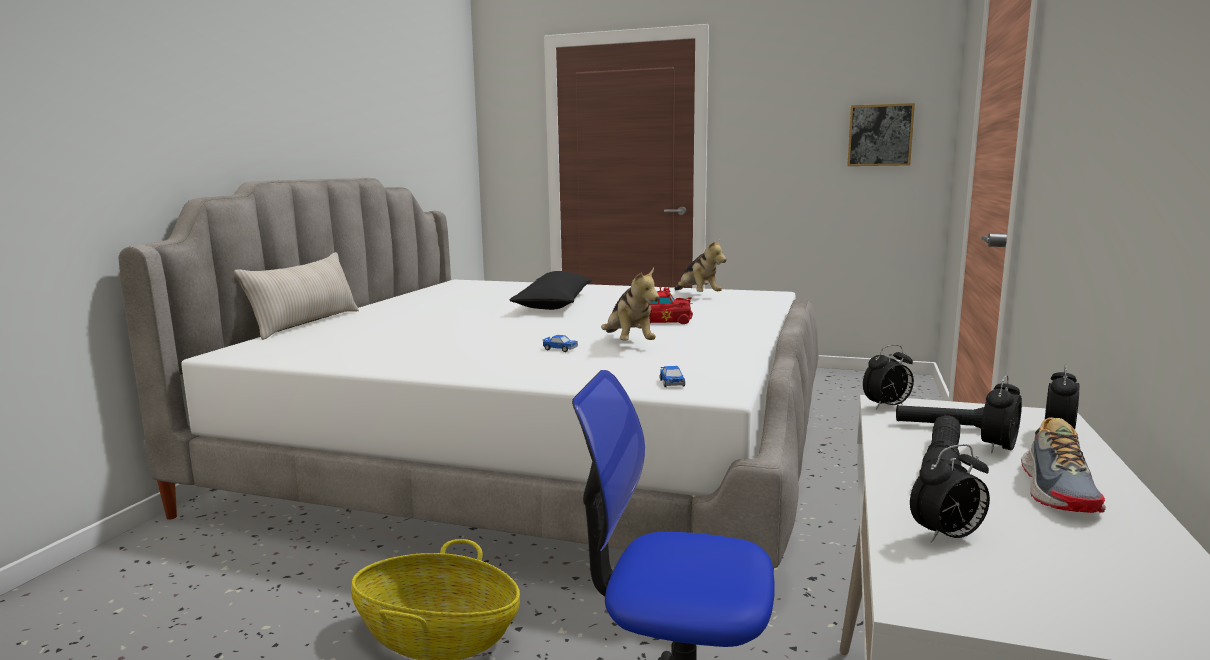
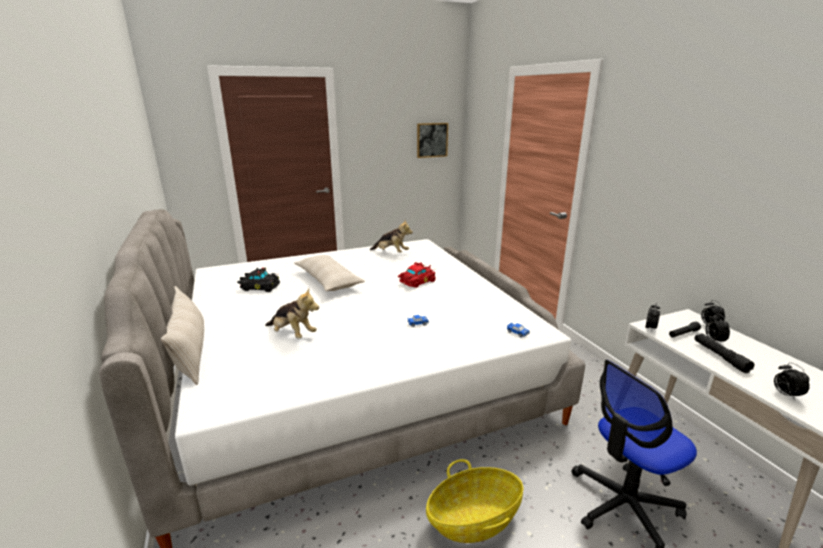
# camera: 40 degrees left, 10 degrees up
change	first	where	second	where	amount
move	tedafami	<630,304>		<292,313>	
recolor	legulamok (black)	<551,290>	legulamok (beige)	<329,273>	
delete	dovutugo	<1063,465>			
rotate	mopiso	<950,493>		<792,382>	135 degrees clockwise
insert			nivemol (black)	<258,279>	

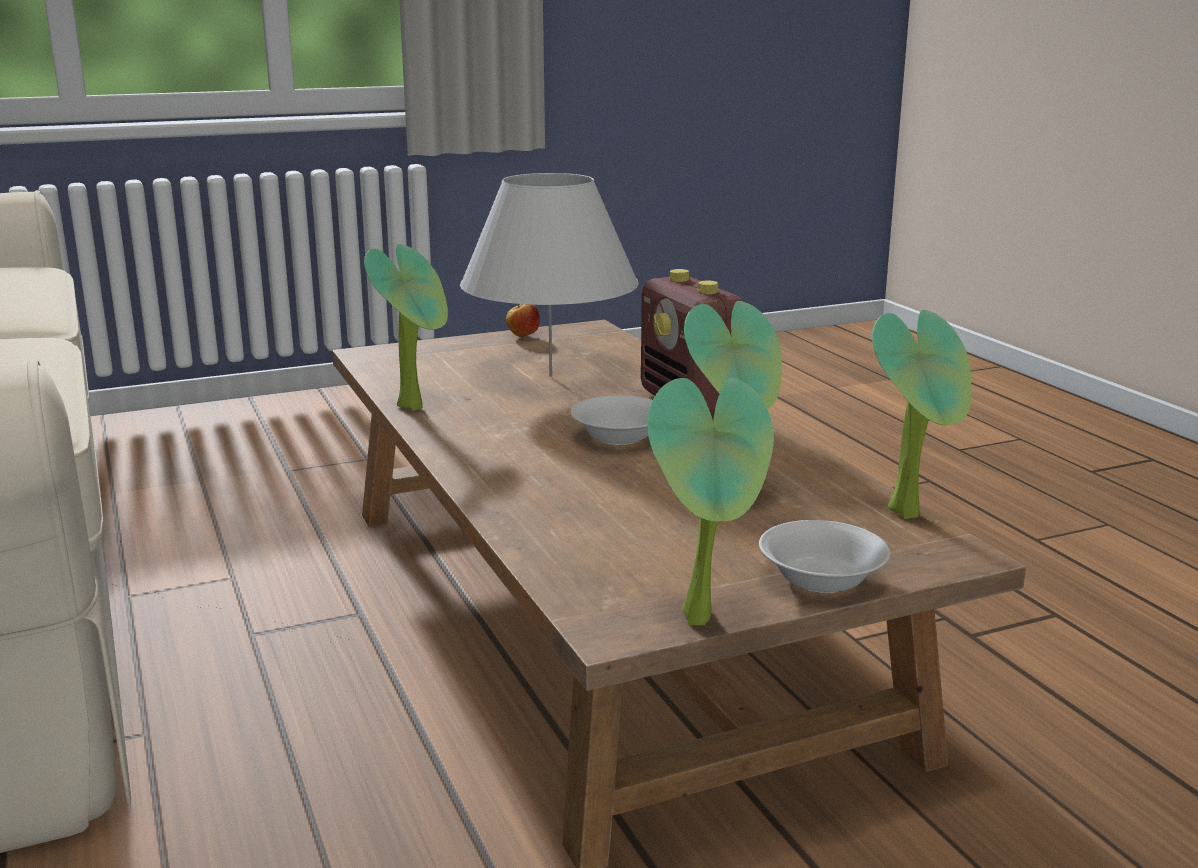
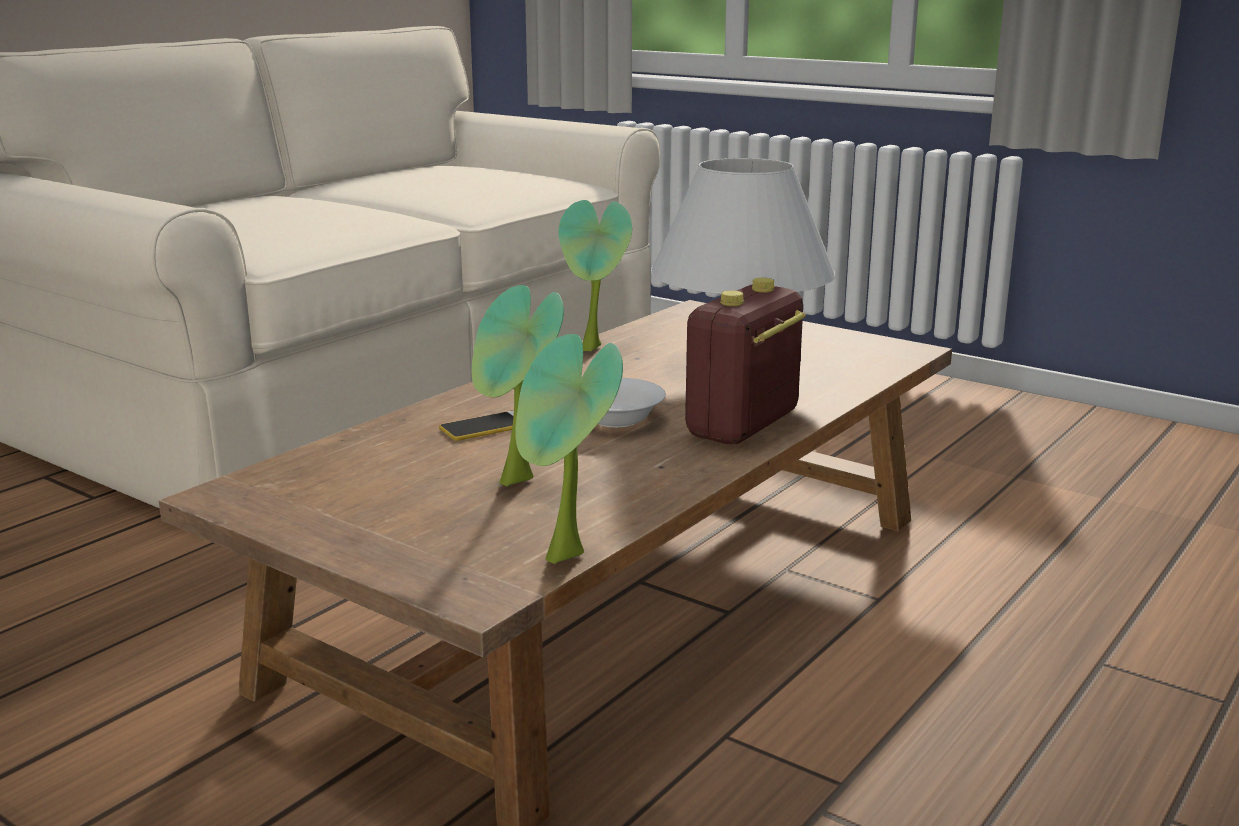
# camera: 60 degrees right, 0 degrees up
change	first	where	second	where	amount
delete	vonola	<523,320>			
delete	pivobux	<711,501>			
delete	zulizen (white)	<824,556>			
insert			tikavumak	<476,426>	

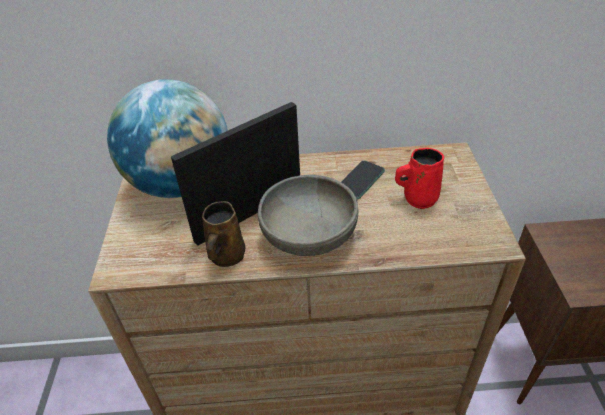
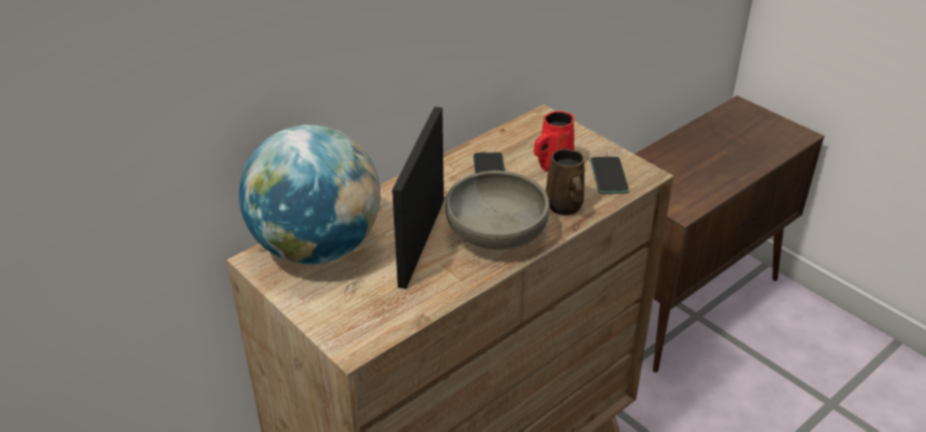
# camera: 40 degrees left, 5 degrees down
change	first	where	second	where	amount
move	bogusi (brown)	<223,234>		<565,181>	
insert			tikavumak	<609,175>	

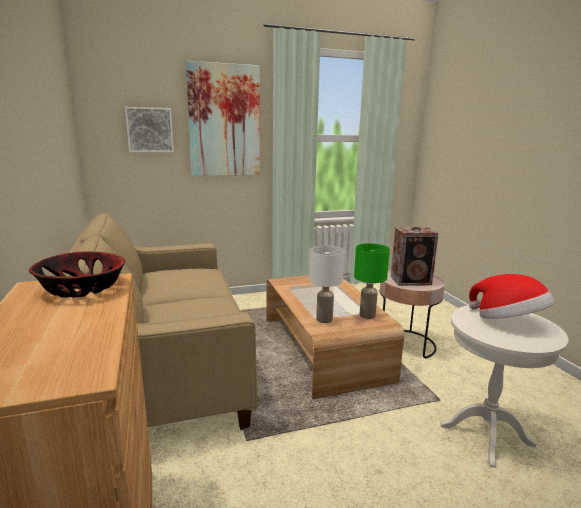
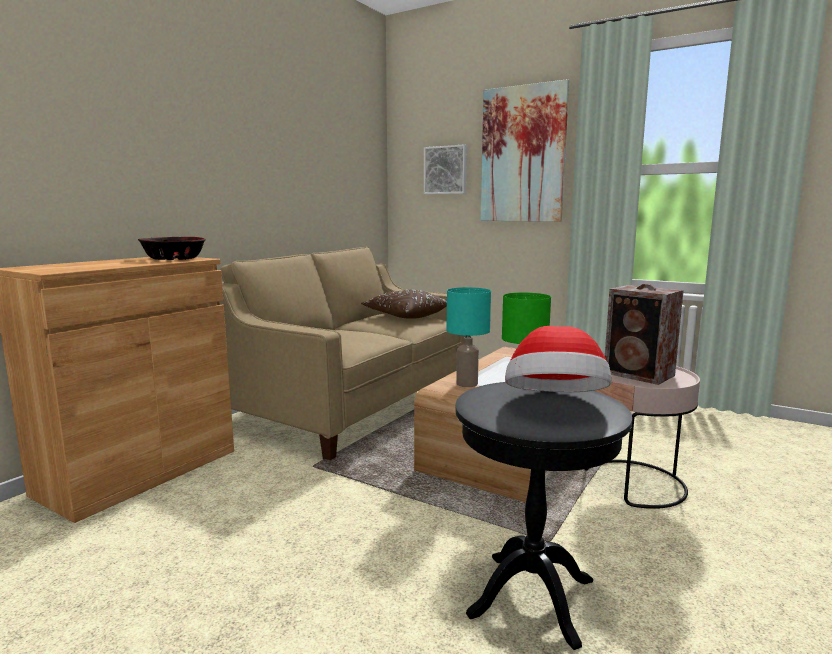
# camera: 50 degrees right, 5 degrees down
change	first	where	second	where	amount
recolor	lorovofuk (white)	<327,284>	lorovofuk (turquoise)	<469,337>	
recolor	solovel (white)	<505,386>	solovel (black)	<543,516>	
insert			legulamok (brown)	<404,304>	

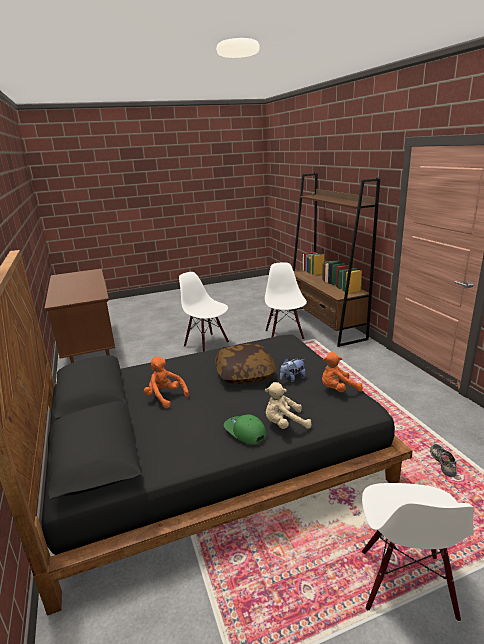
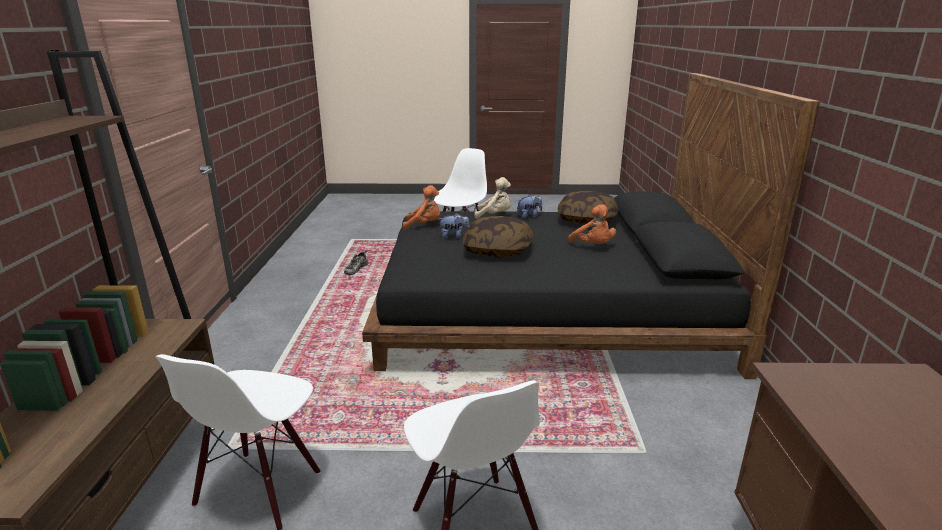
# camera: 160 degrees left, 0 degrees up
change	first	where	second	where	amount
replace	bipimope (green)	<245,429>	tedafami	<529,206>	
insert			legulamok	<588,208>	

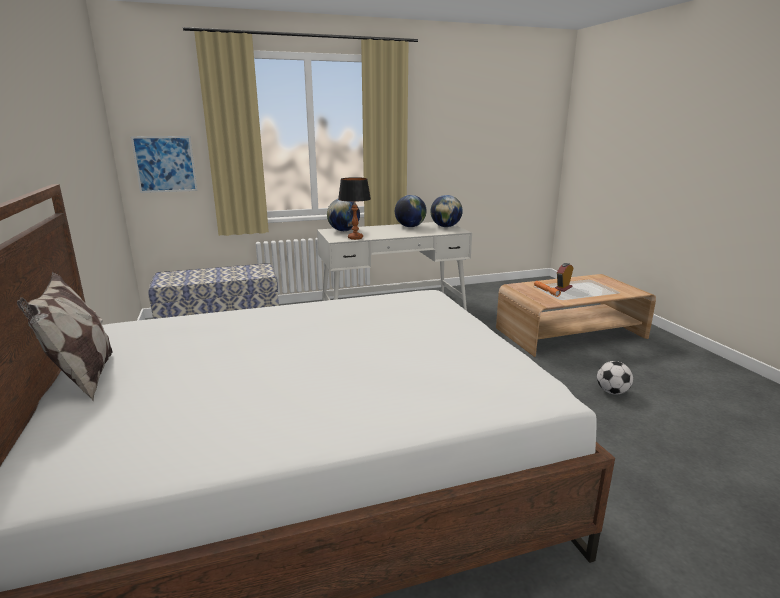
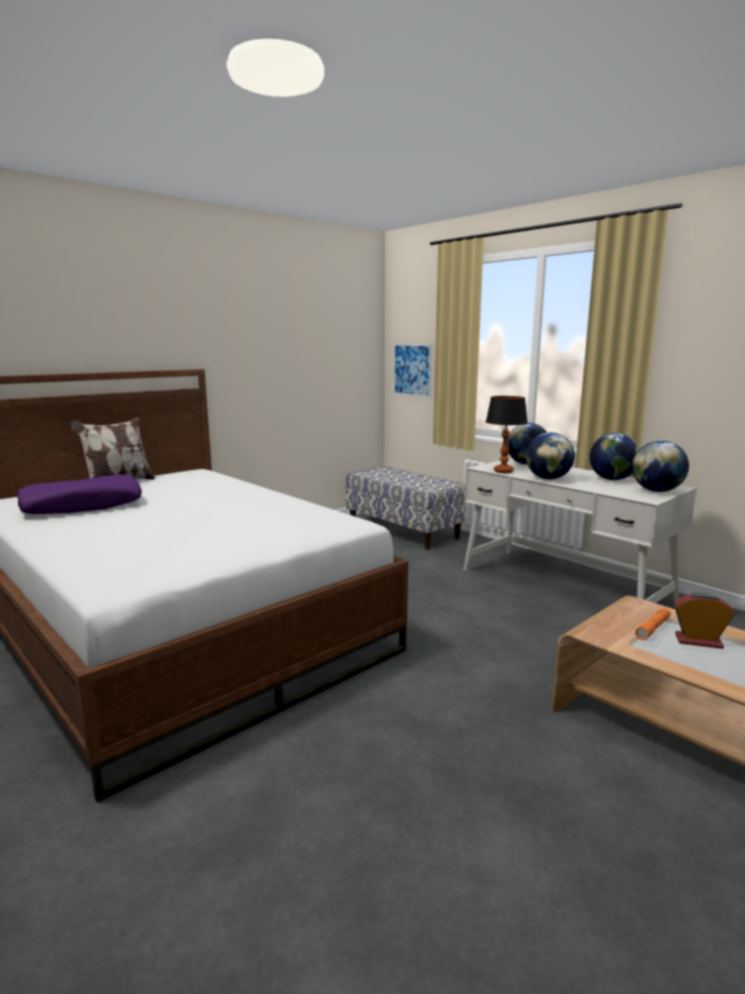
# camera: 65 degrees right, 5 degrees down
change	first	where	second	where	amount
delete	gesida	<615,378>			
insert			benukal	<550,455>	
insert			legulamok (purple)	<79,494>	

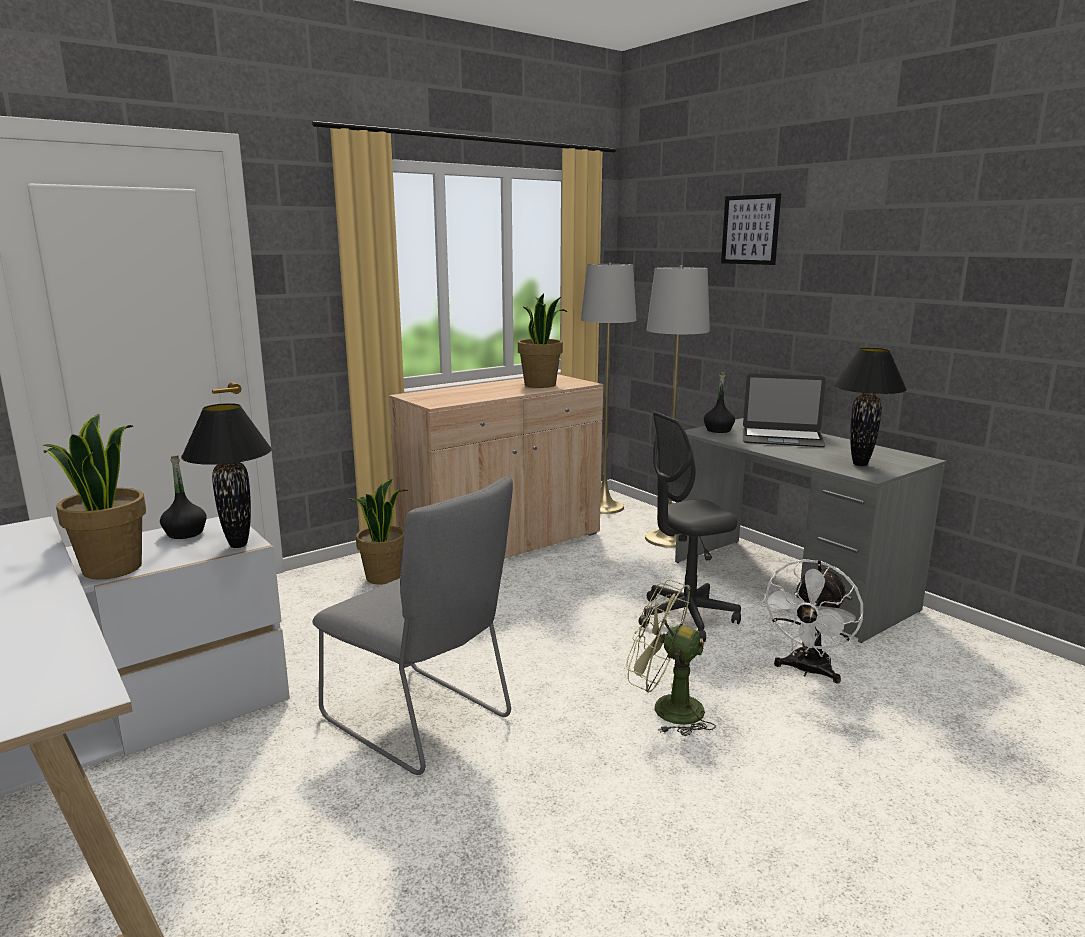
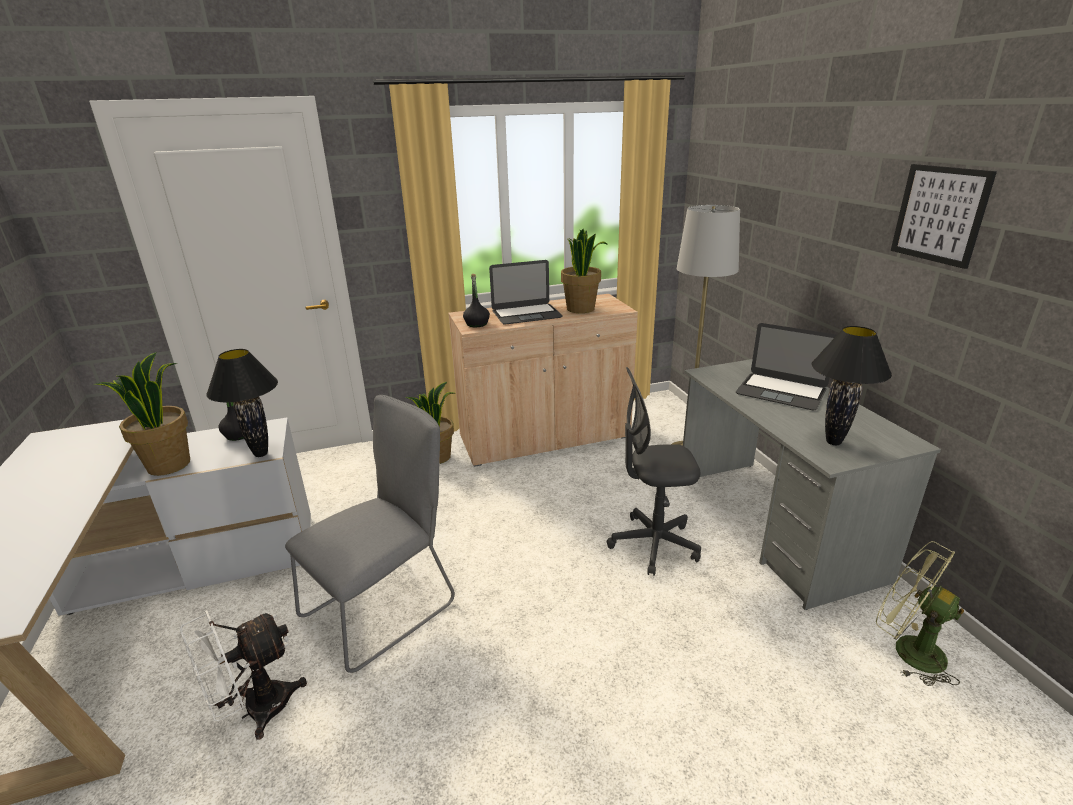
# camera: 20 degrees right, 10 degrees up
change	first	where	second	where	amount
move	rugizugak	<751,229>		<944,216>	
delete	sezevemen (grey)	<609,388>			
move	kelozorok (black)	<719,402>		<476,300>	
rotate	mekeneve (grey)	<412,626>		<370,534>	105 degrees counterclockwise
move	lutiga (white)	<812,621>		<243,675>	
move	lutiga (green)	<671,657>		<920,613>	
insert			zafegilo	<526,292>	

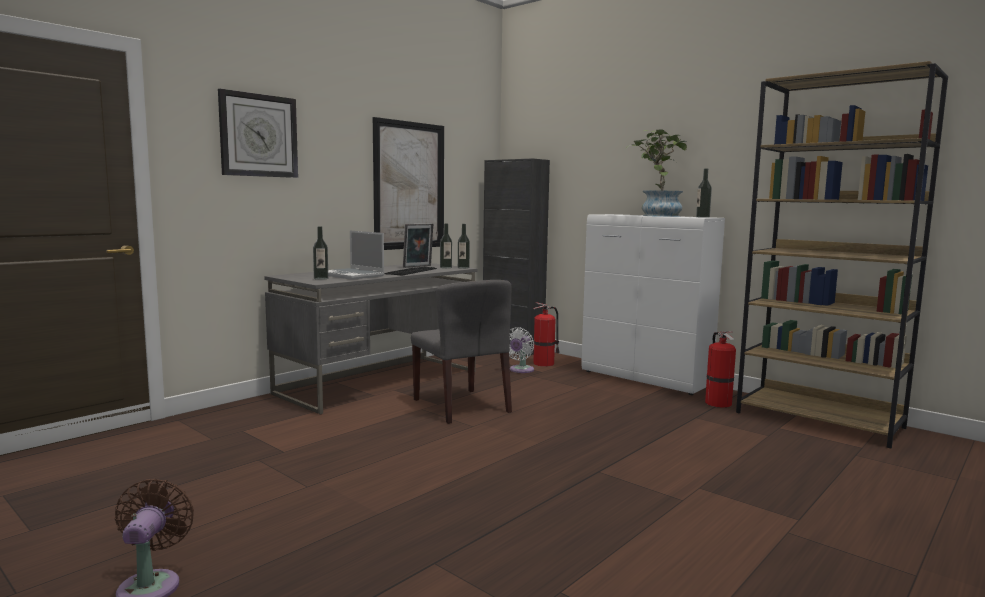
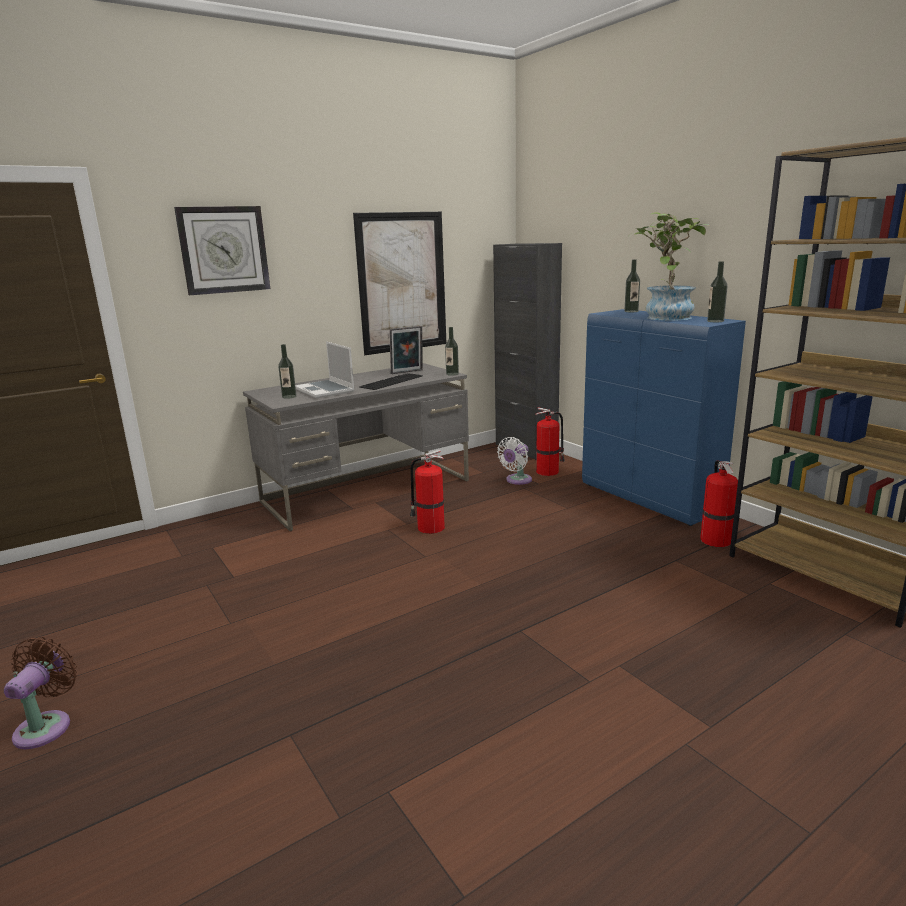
# camera: 15 degrees right, 10 degrees up
change	first	where	second	where	amount
recolor	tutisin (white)	<653,304>	tutisin (blue)	<664,417>	
move	kelozorok	<446,246>		<632,285>	
replace	mekeneve (grey)	<461,352>	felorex	<427,492>	

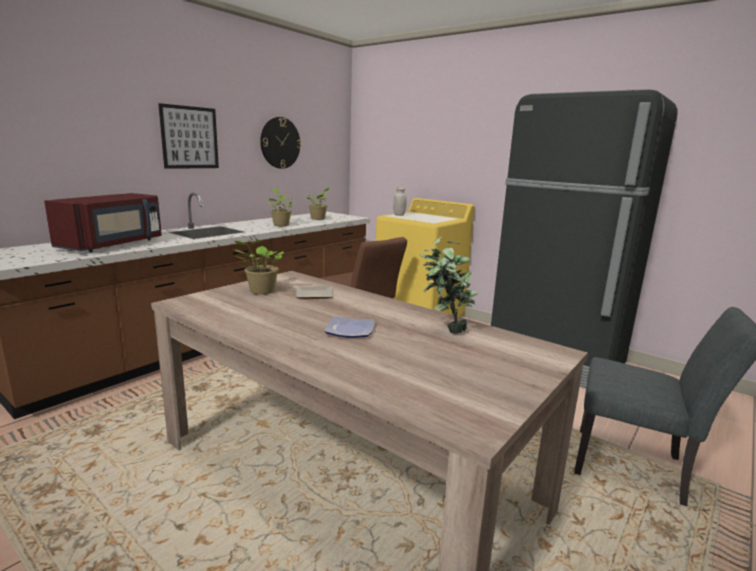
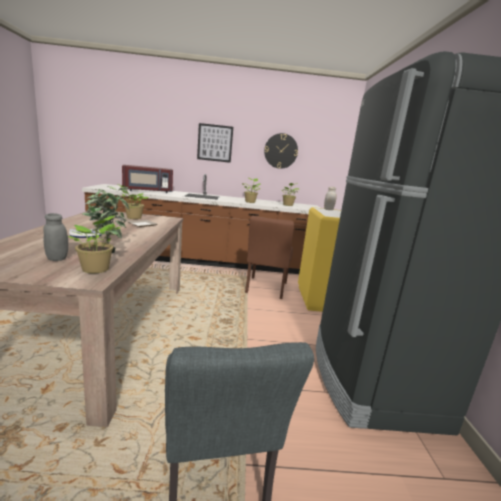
# camera: 50 degrees right, 0 degrees up
change	first	where	second	where	amount
insert			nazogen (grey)	<55,237>	
insert			pivobux	<94,244>	

